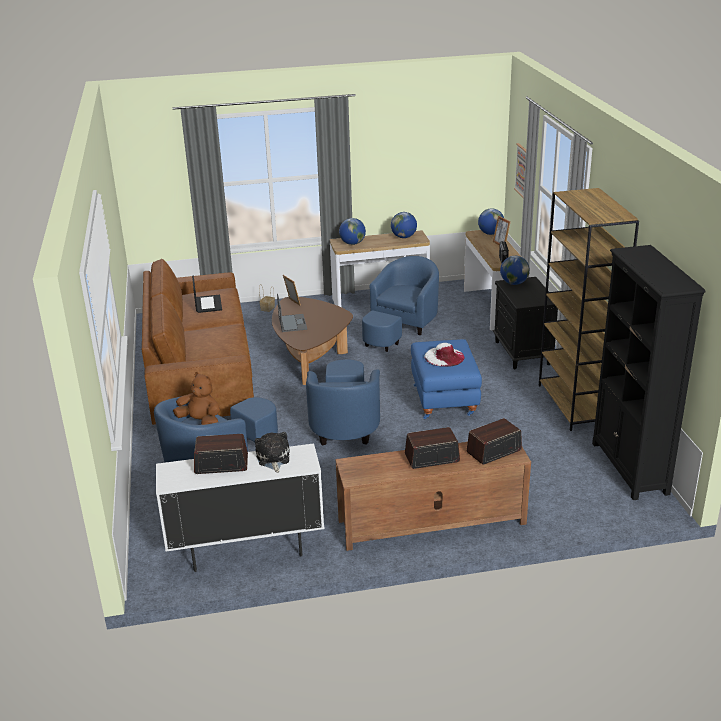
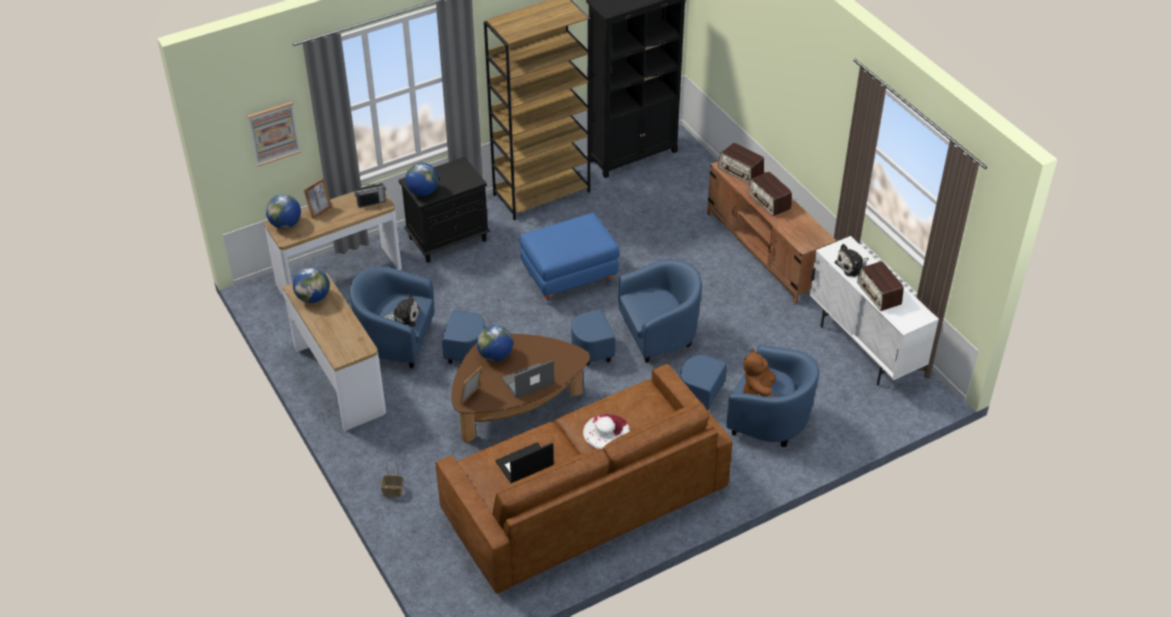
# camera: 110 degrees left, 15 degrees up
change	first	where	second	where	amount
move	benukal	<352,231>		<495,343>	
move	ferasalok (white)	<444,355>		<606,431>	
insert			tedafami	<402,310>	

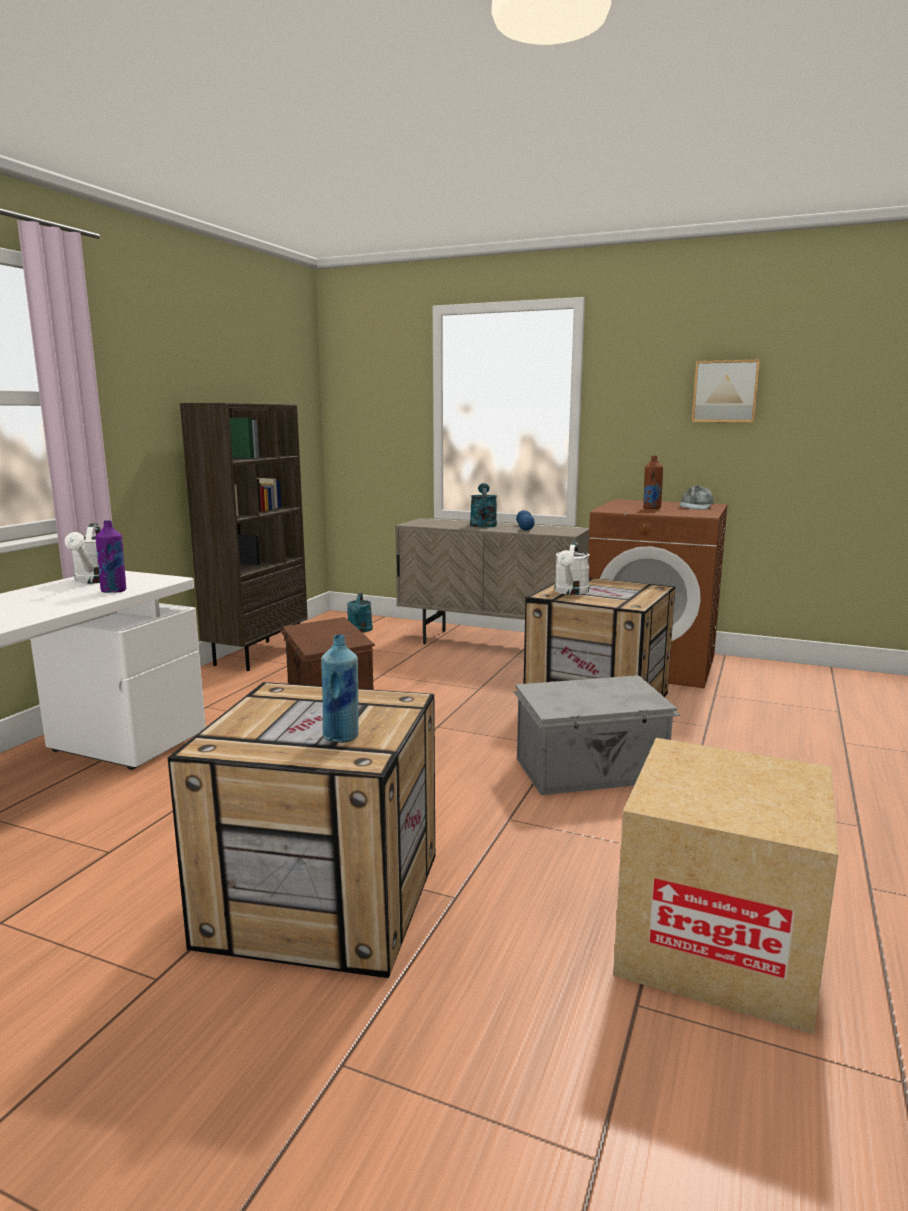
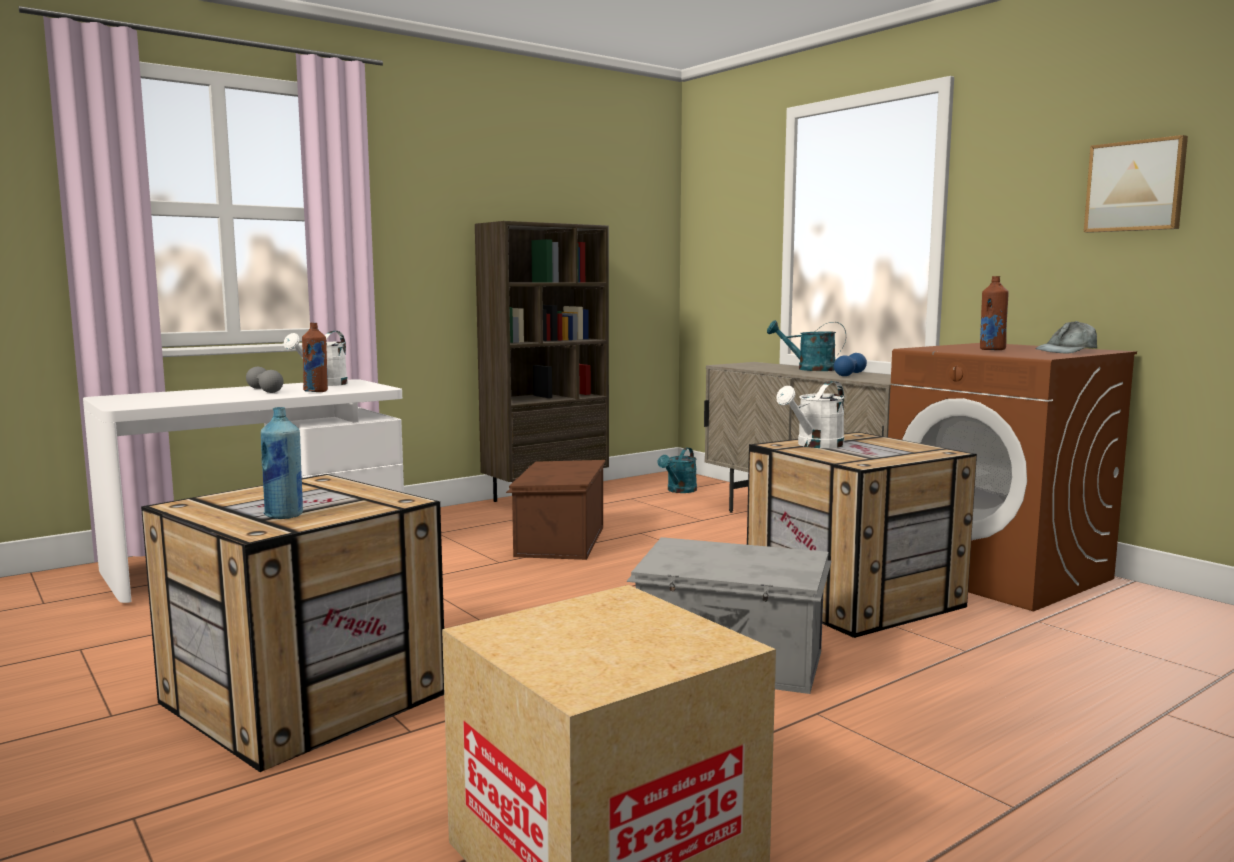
# camera: 30 degrees right, 5 degrees down
change	first	where	second	where	amount
rotate	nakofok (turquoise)	<483,505>		<806,345>	105 degrees counterclockwise
recolor	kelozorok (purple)	<111,556>	kelozorok (brown)	<315,357>	
insert			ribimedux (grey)	<264,380>	

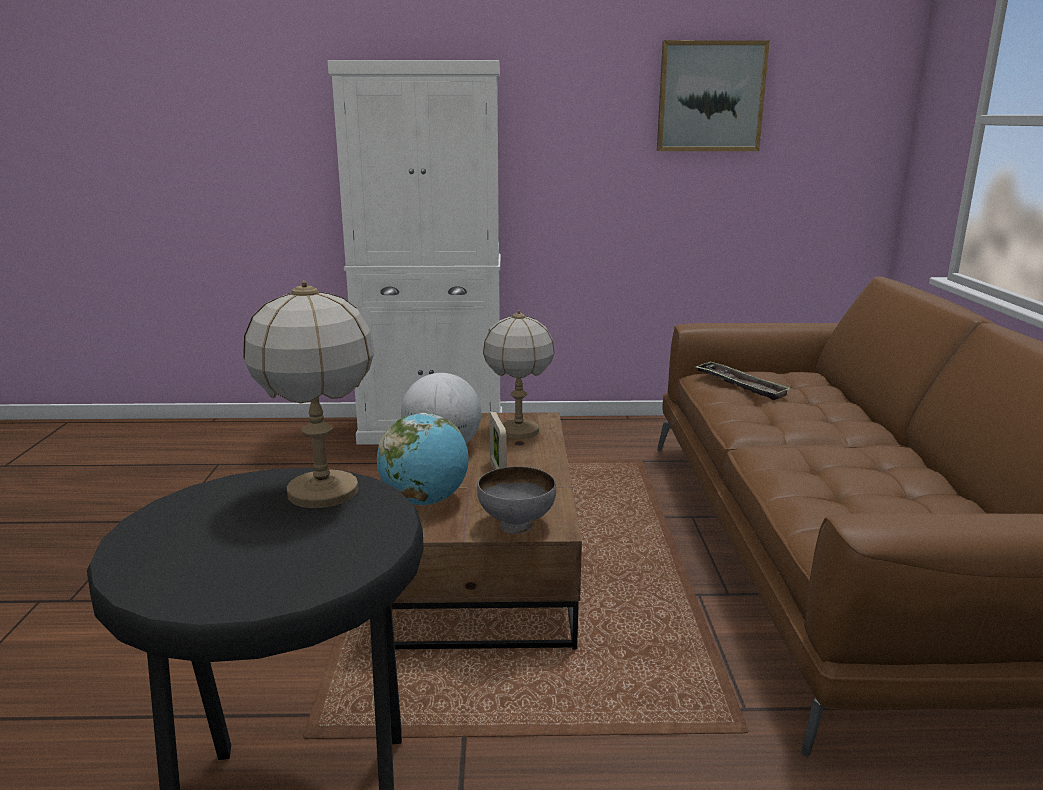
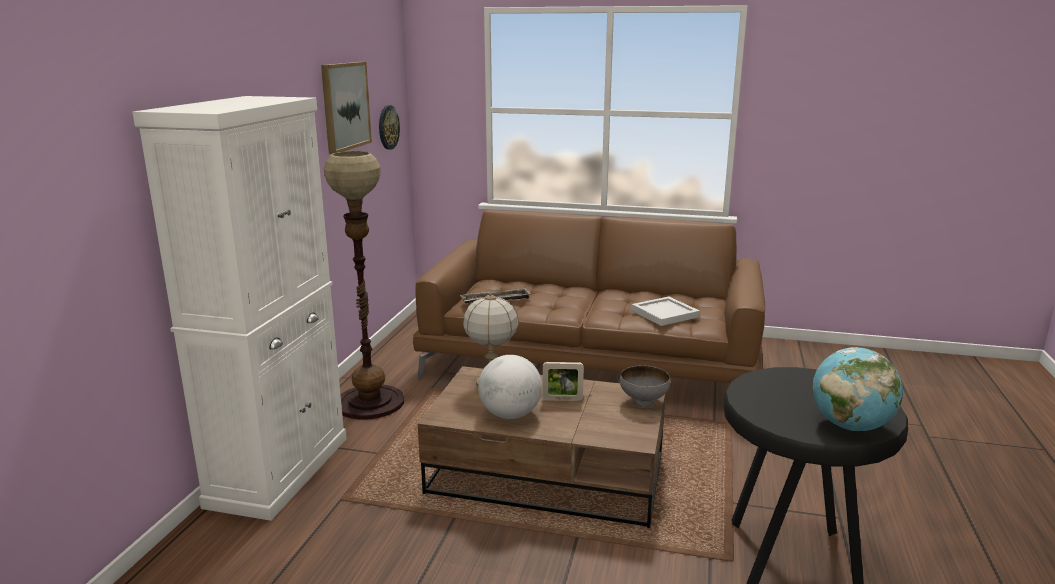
# camera: 75 degrees left, 0 degrees up
change	first	where	second	where	amount
delete	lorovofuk	<308,394>			
move	benukal	<423,459>		<857,389>	
insert			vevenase	<389,127>	
insert			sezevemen	<364,285>	
insert			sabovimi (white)	<665,311>	

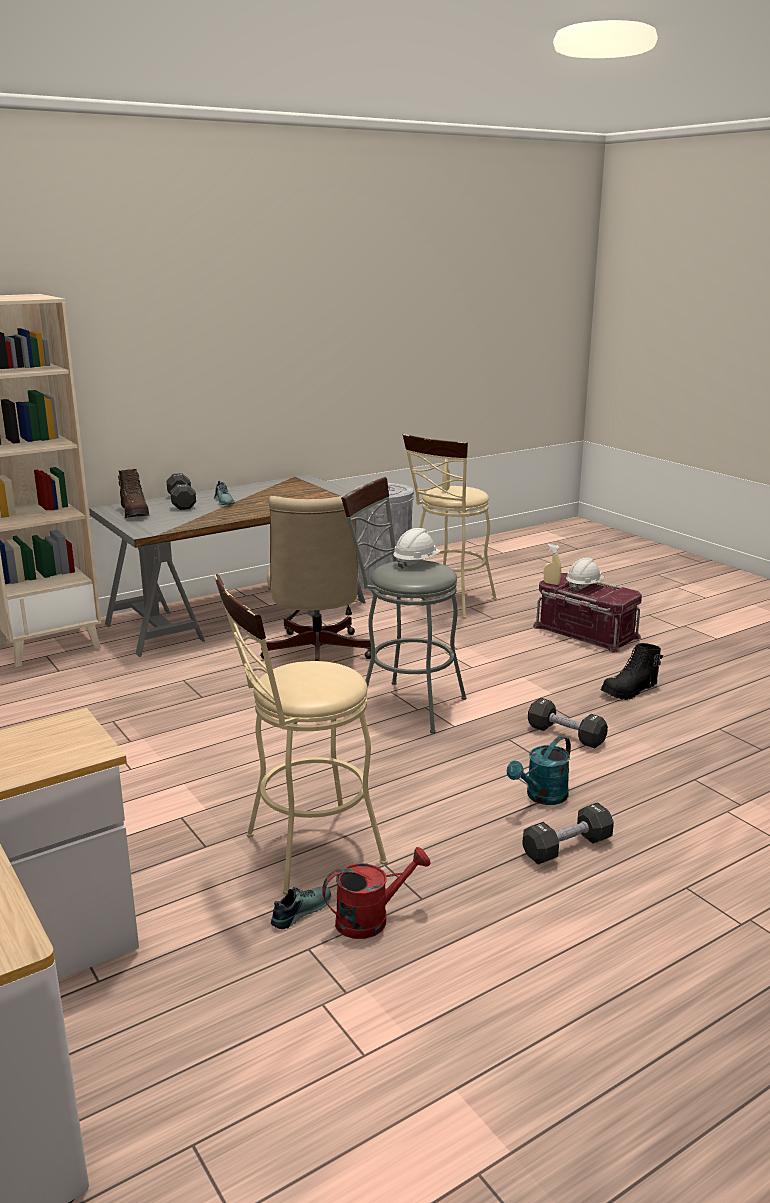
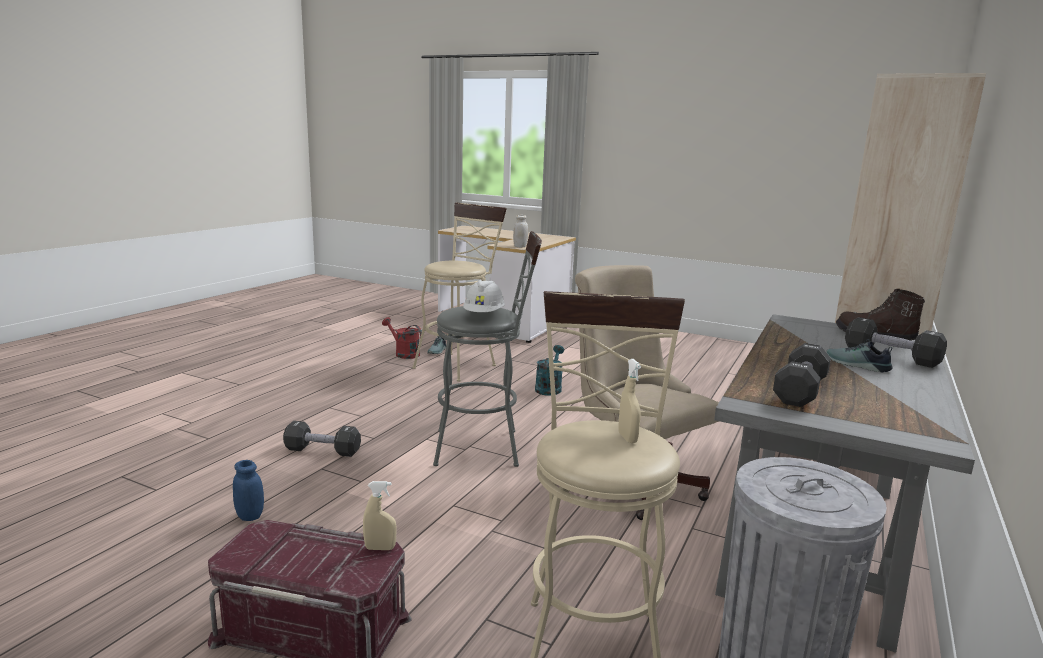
# camera: 150 degrees right, 5 degrees down
change	first	where	second	where	amount
delete	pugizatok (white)	<585,574>			
replace	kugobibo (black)	<632,671>	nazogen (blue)	<248,490>	
move	nakofok (turquoise)	<539,770>		<549,370>	
move	ribimedux (black)	<568,833>		<802,375>	
rotate	nakofok (red)	<376,893>		<402,338>	90 degrees clockwise
insert			nazogen (white)	<520,231>	

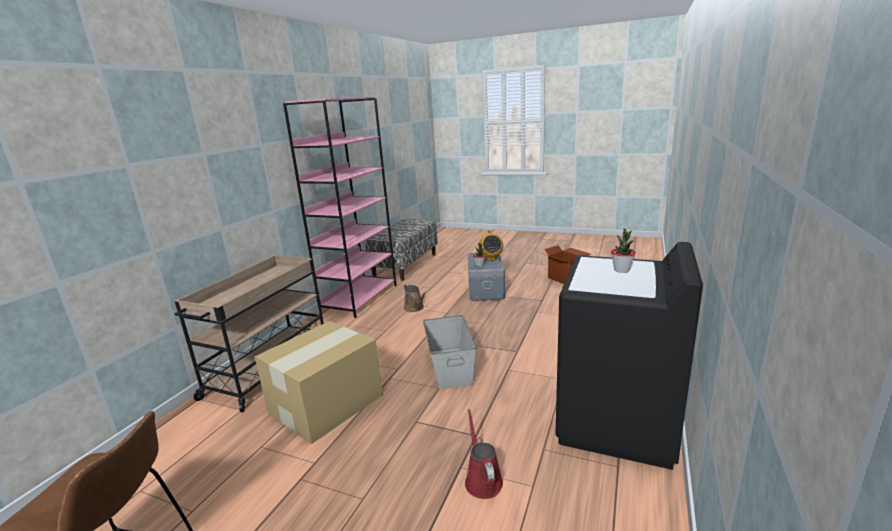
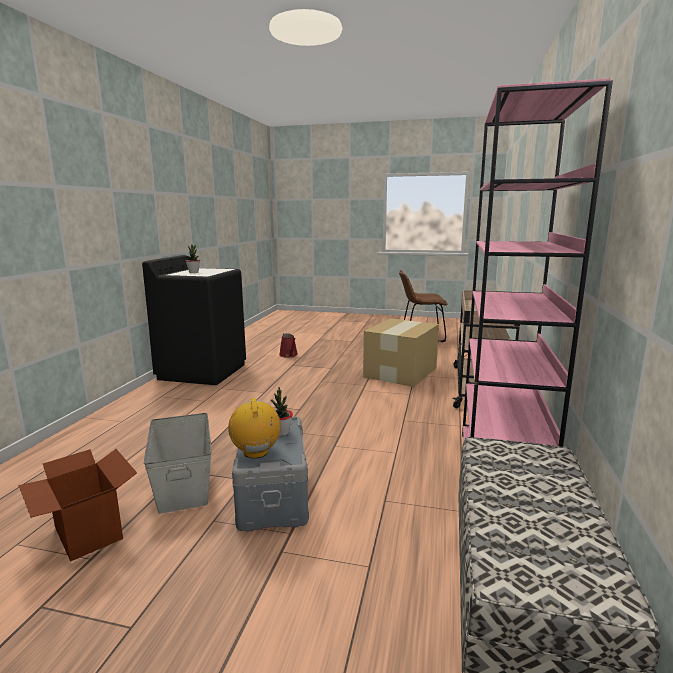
# camera: 170 degrees right, 5 degrees down
change	first	where	second	where	amount
delete	nakofok (brown)	<415,298>			
move	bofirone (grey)	<450,352>		<178,463>	

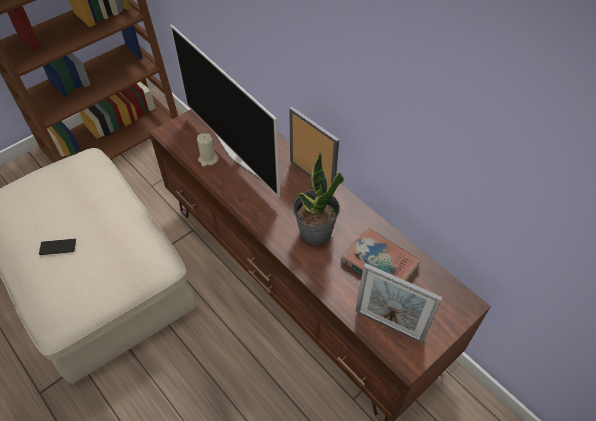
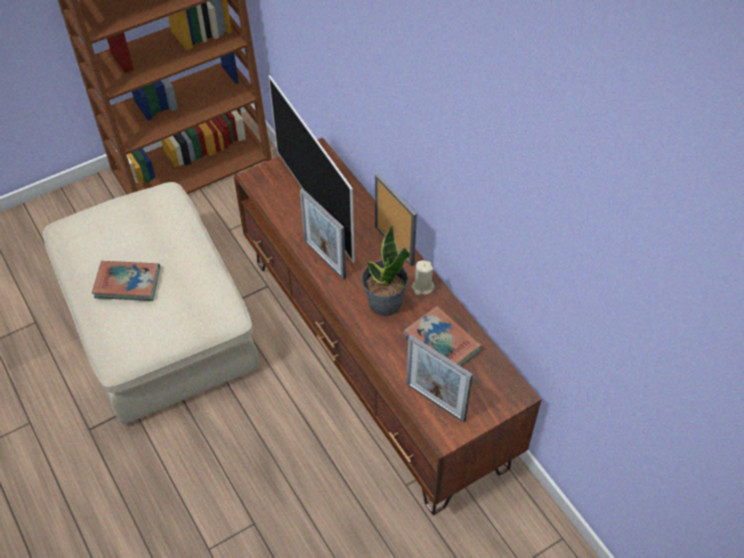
# camera: 10 degrees right, 0 degrees up
change	first	where	second	where	amount
move	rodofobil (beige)	<208,150>		<422,277>	
replace	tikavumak	<57,247>	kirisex	<126,281>	
insert			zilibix	<323,234>	

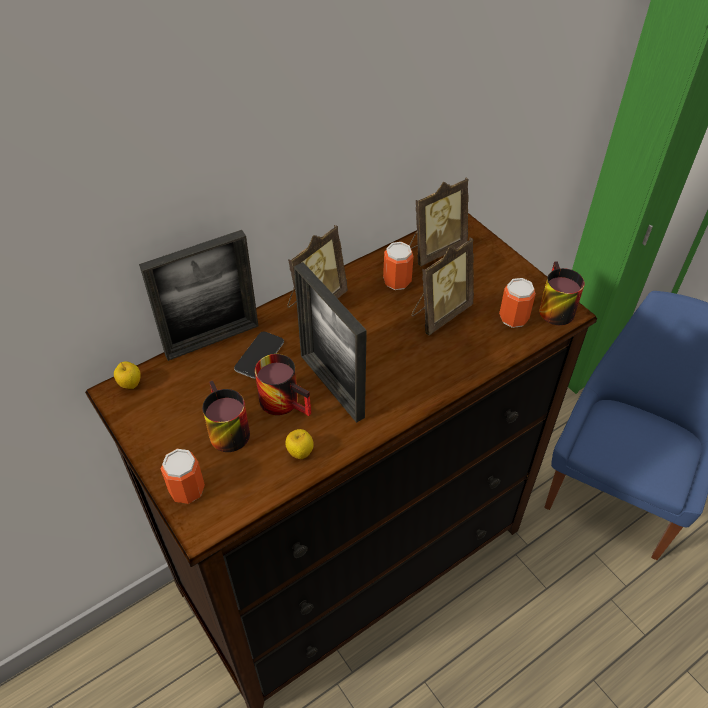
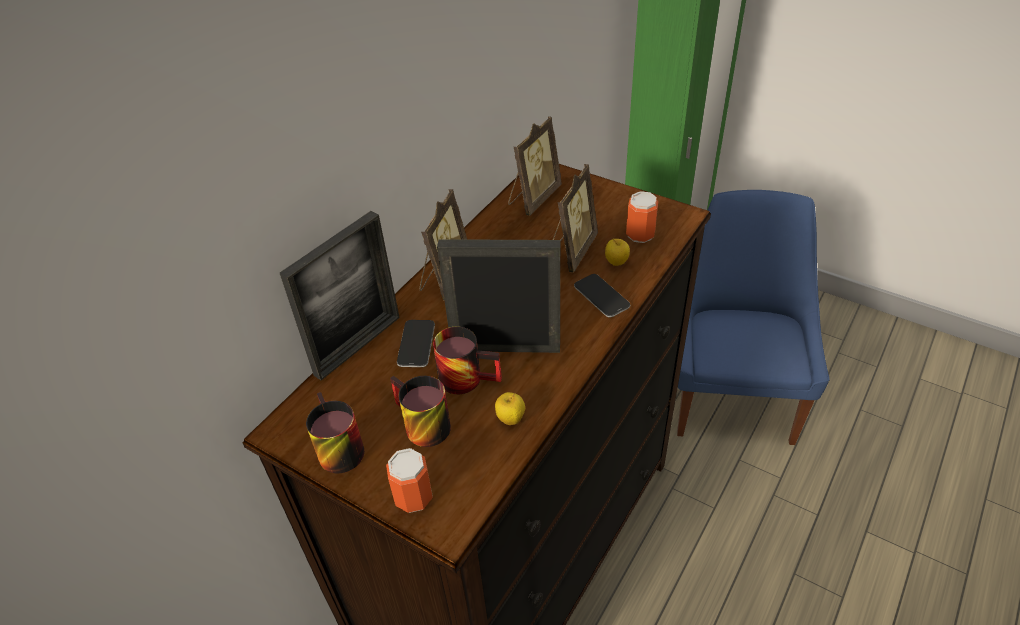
# camera: 20 degrees left, 5 degrees down
change	first	where	second	where	amount
delete	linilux	<398,266>			
move	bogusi	<562,293>		<335,432>	
rotate	zilibix	<330,342>		<498,296>	150 degrees clockwise
move	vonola	<127,375>		<617,252>	
insert			tikavumak	<602,296>	

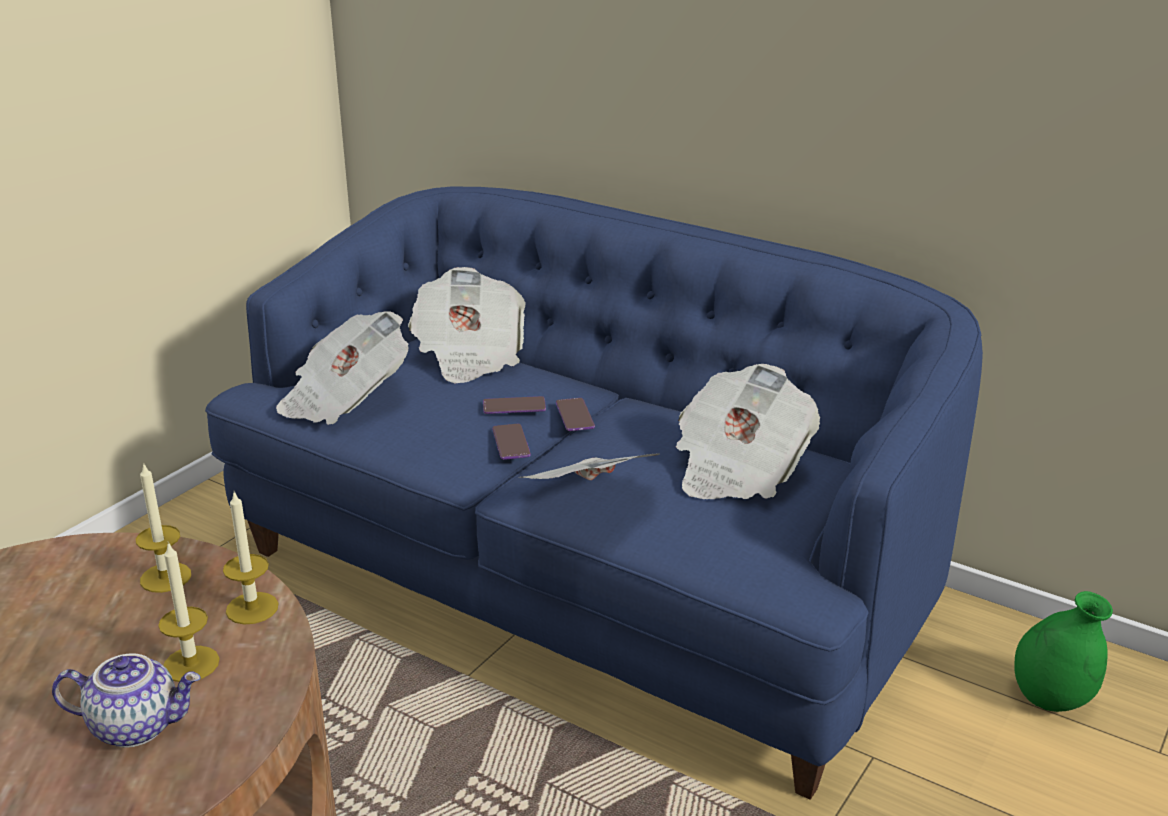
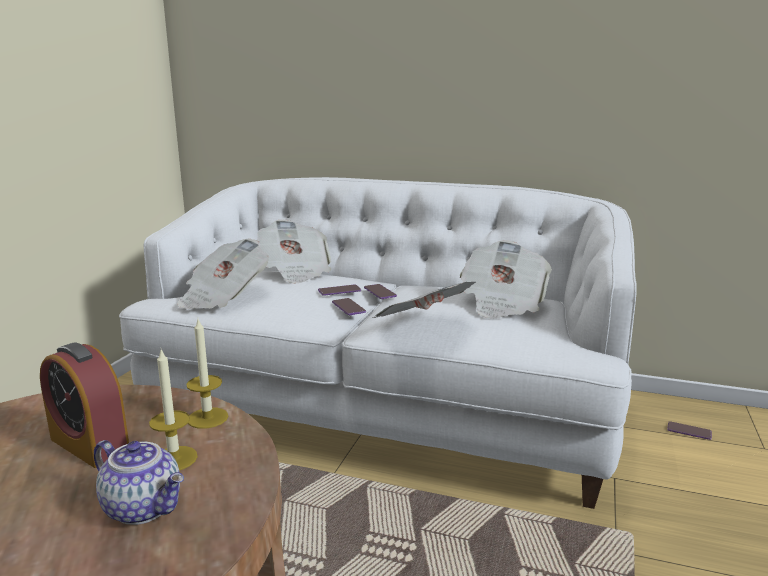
# camera: 15 degrees left, 10 degrees down
change	first	where	second	where	amount
recolor	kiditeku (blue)	<594,493>	kiditeku (white)	<378,343>	
delete	rodofobil	<163,527>			
replace	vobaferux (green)	<1063,651>	tikavumak	<689,430>	
rotate	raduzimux	<126,700>		<139,482>	45 degrees clockwise
insert			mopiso	<84,405>	

